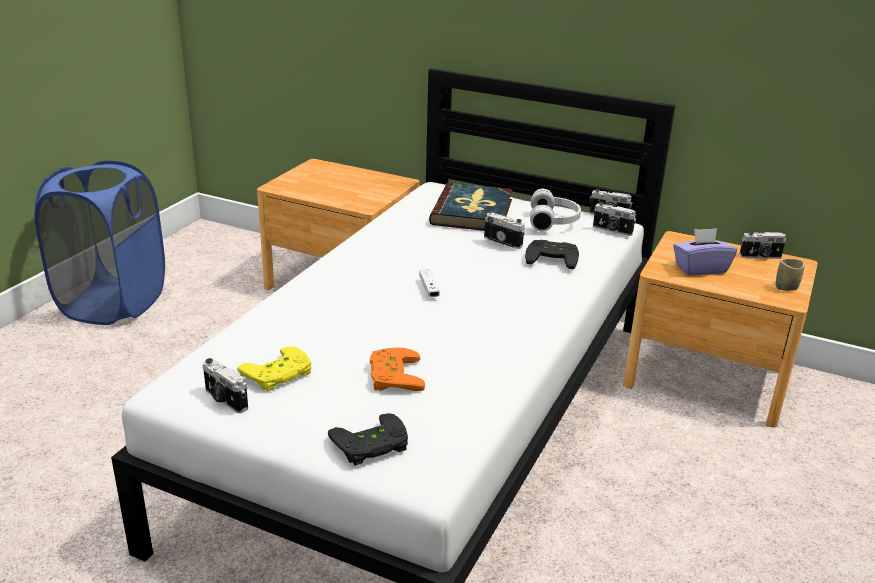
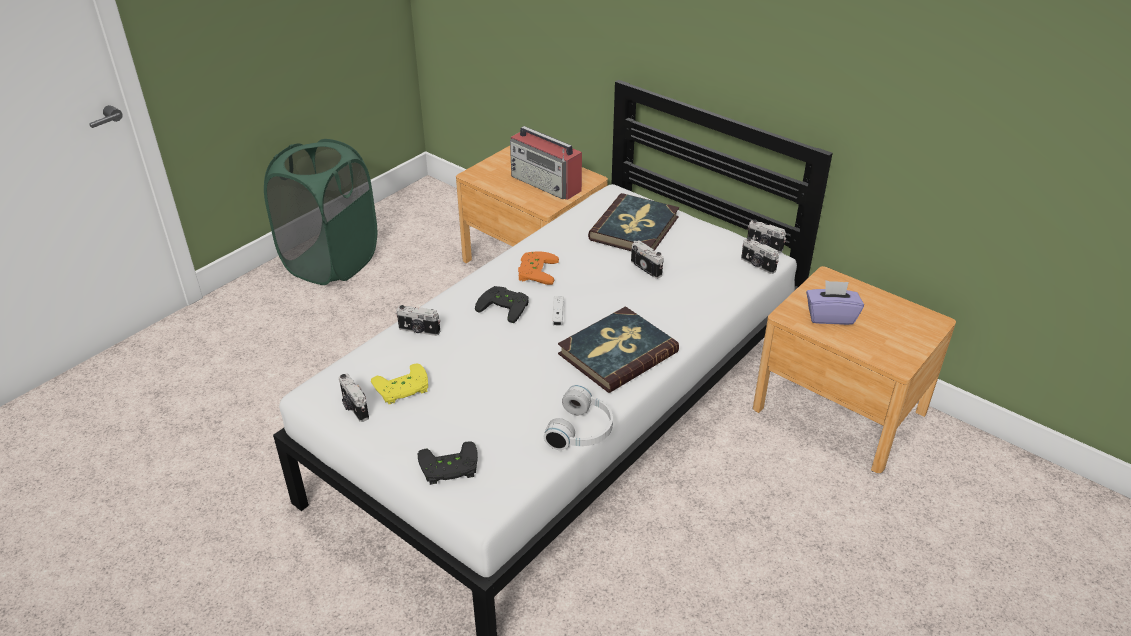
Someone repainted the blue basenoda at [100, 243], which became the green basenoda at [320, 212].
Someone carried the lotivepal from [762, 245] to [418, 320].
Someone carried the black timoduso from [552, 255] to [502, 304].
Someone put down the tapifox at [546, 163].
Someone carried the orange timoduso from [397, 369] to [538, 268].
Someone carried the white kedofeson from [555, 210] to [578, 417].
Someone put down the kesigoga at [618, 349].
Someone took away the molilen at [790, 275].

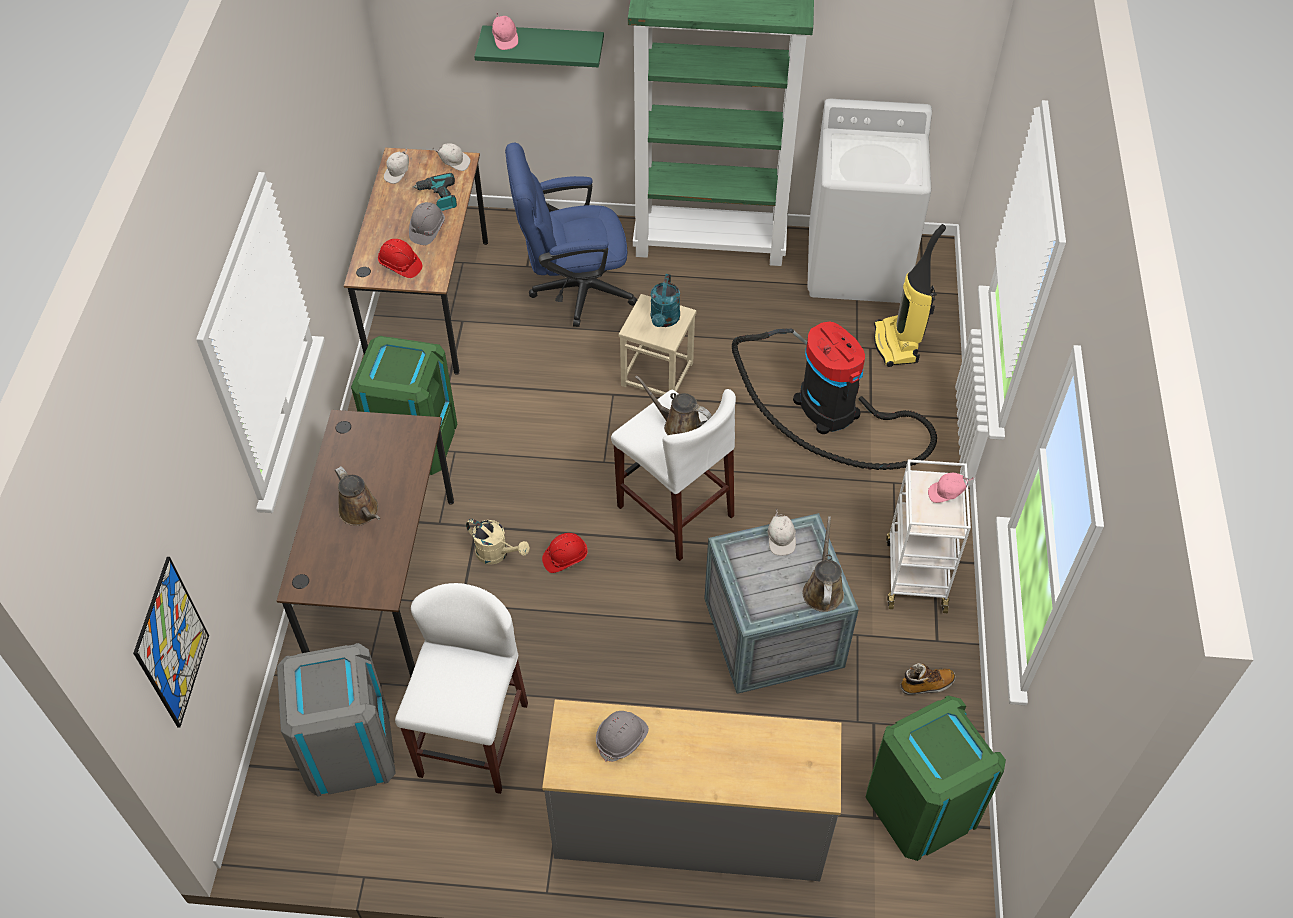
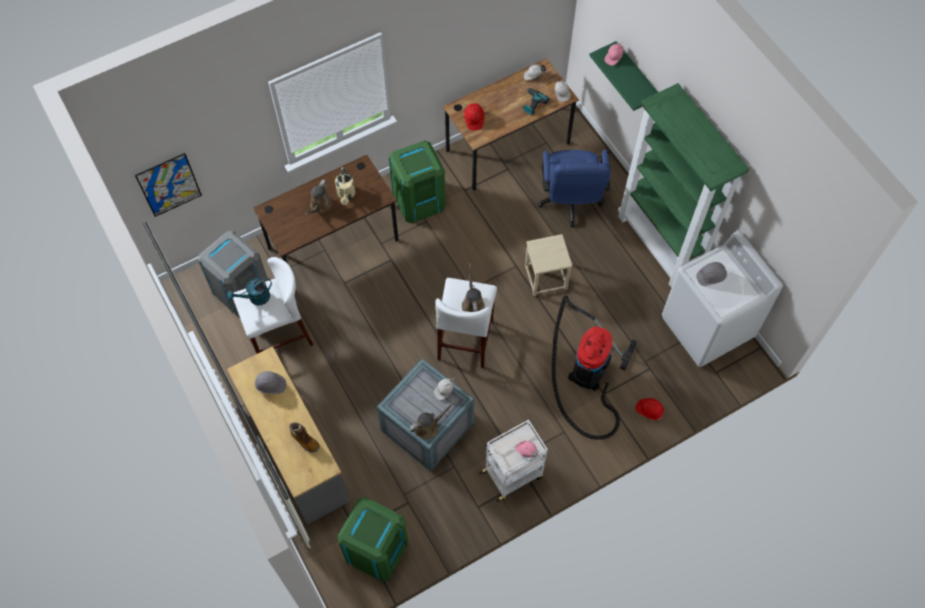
Someone carried the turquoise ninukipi from [665, 300] to [250, 291].
Someone carried the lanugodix from [927, 679] to [305, 437].
Someone carried the beige ninukipi from [498, 542] to [345, 186].
Someone rotated the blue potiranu at [571, 235] by 135 degrees counterclockwise.
Someone carried the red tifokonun from [565, 553] to [649, 409].
Someone carried the grey tifokonun from [427, 223] to [711, 274].
Someone took away the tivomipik at [910, 295].

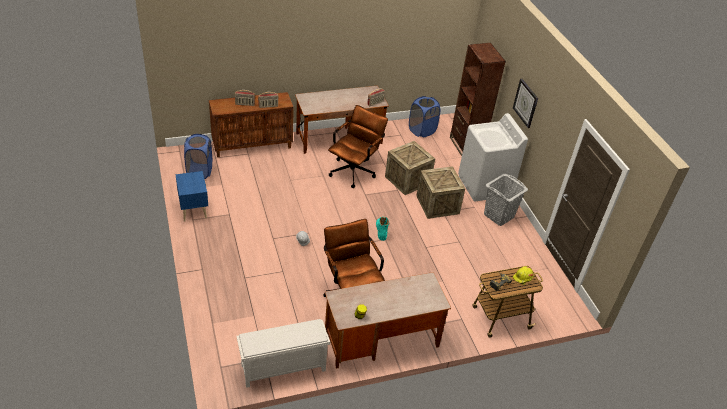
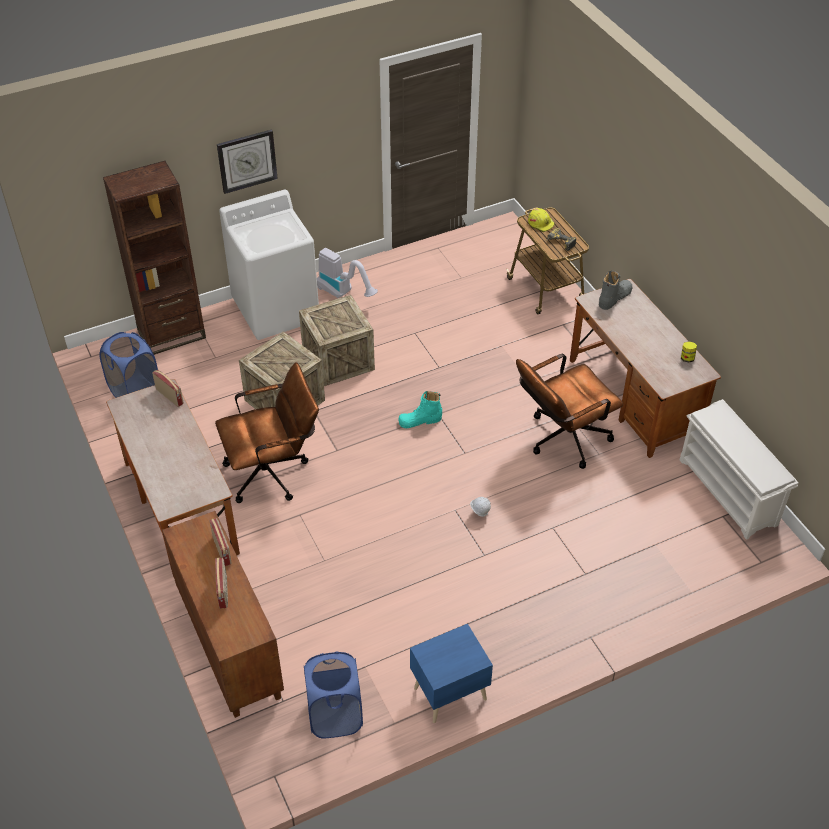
Someone rotated the brown potiranu at [358, 146] by 135 degrees clockwise.
Someone swapped the grey basenoda at [506, 200] for the tivomipik at [347, 273].
Someone put down the grey lanugodix at [615, 290].

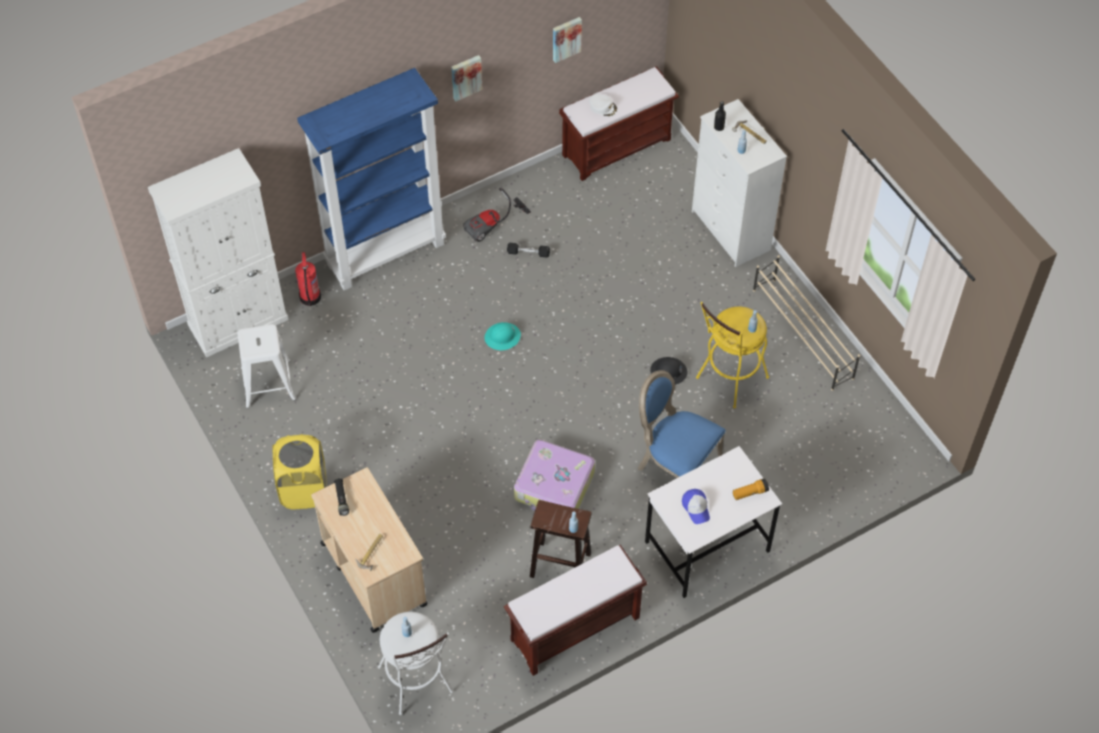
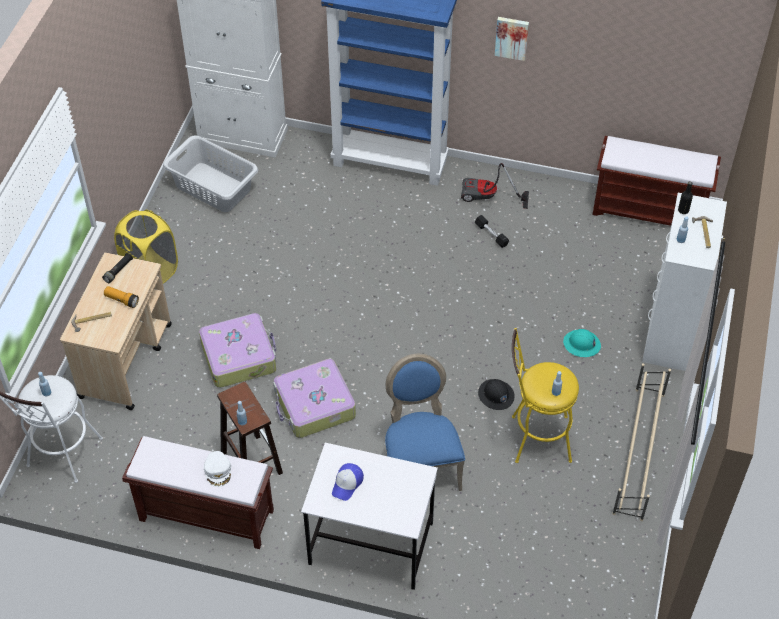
Someone carried the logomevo from [751, 489] to [121, 297].
Someone swapped the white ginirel at [266, 366] for the grey basenoda at [210, 174].
Someone put down the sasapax at [237, 350].
Someone carried the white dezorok from [603, 105] to [217, 469].
Someone carried the turquoise tifokonun from [502, 336] to [582, 343].
Someone took away the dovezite at [308, 279].
Someone took away the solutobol at [567, 40].

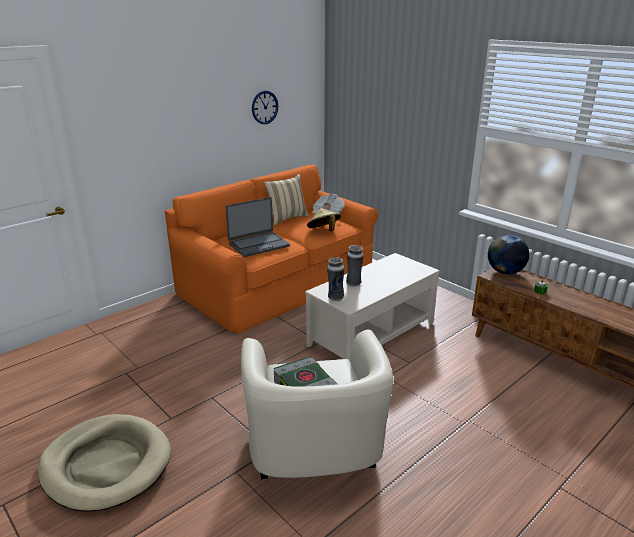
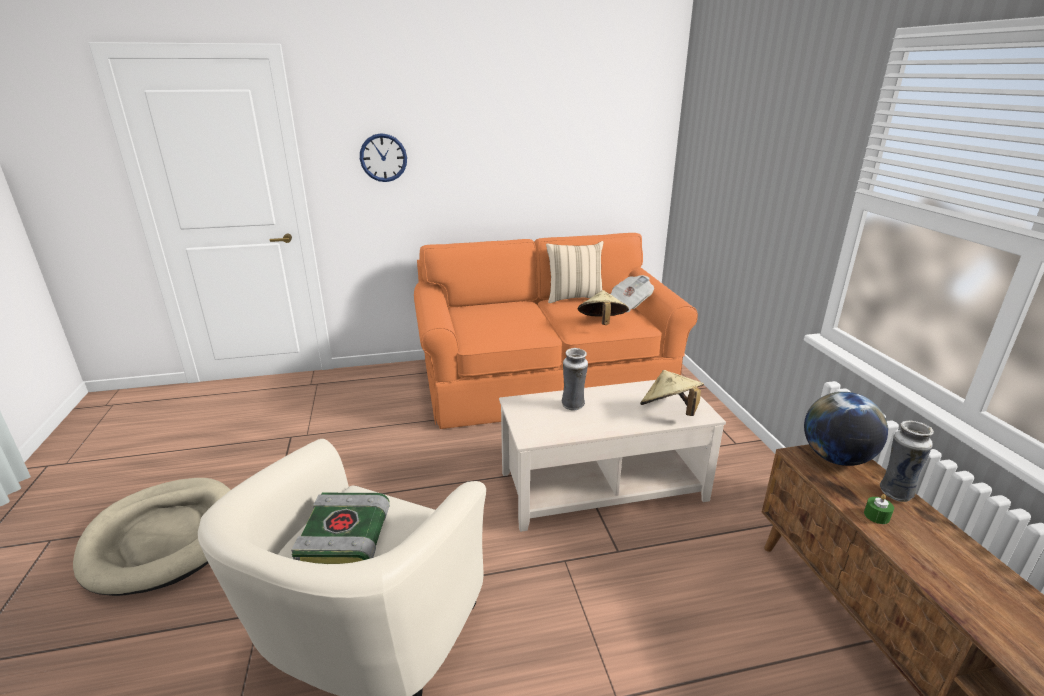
Someone carried the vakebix from [265, 107] to [383, 157].
Someone put down the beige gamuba at [672, 393].
Someone carried the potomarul from [335, 279] to [907, 461].
Someone took away the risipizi at [258, 227].

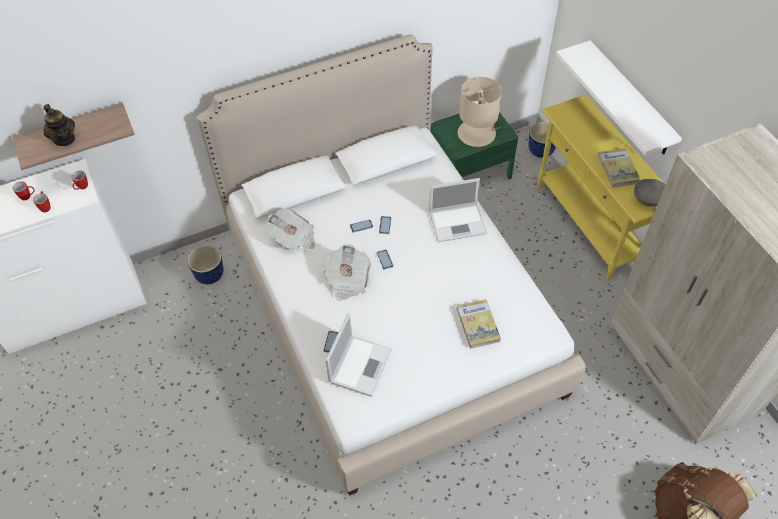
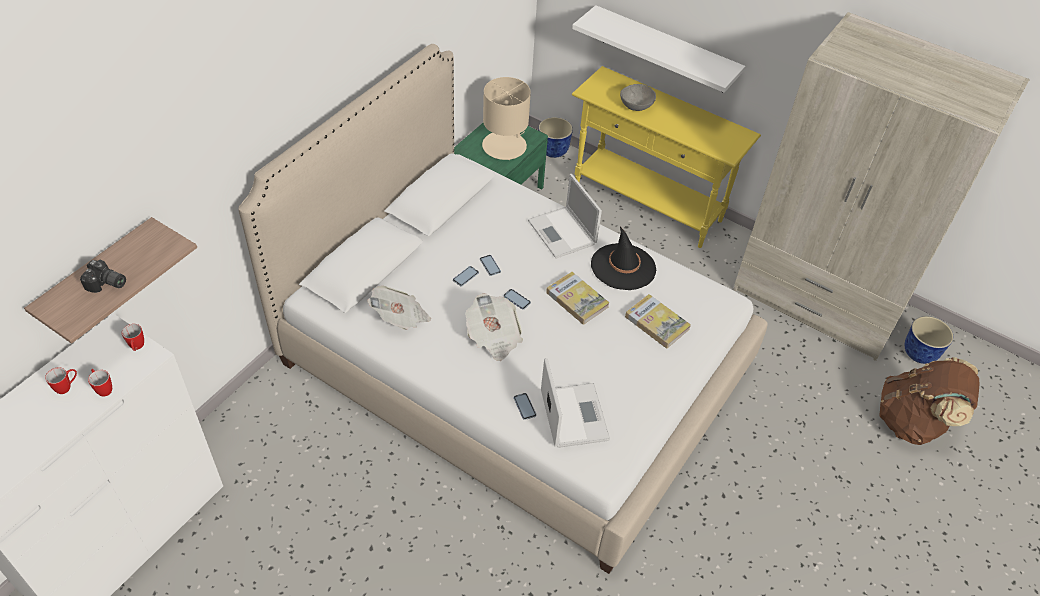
Someone swapped the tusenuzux at [59, 125] for the lotivepal at [103, 276].
Someone rotated the risipizi at [458, 210] by 105 degrees clockwise.
Someone carried the kesigoga from [619, 168] to [578, 298].
Someone put down the black gamuba at [623, 258].
Someone carried the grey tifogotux from [650, 192] to [638, 97].
Someone carried the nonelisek from [205, 264] to [929, 340].

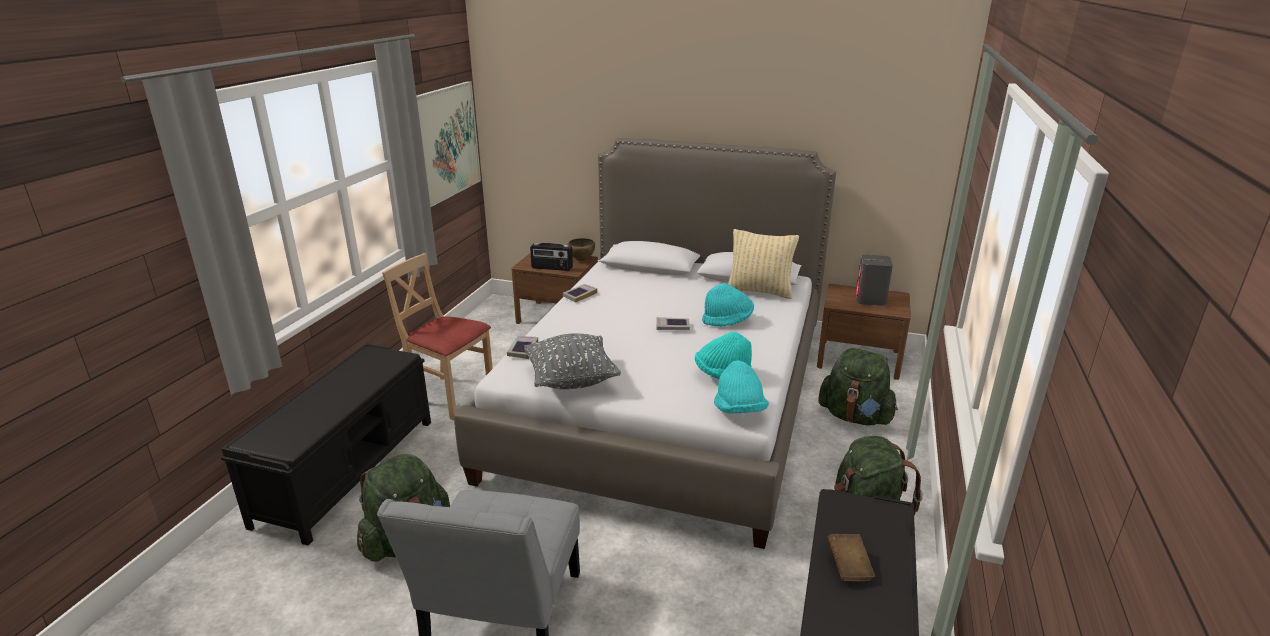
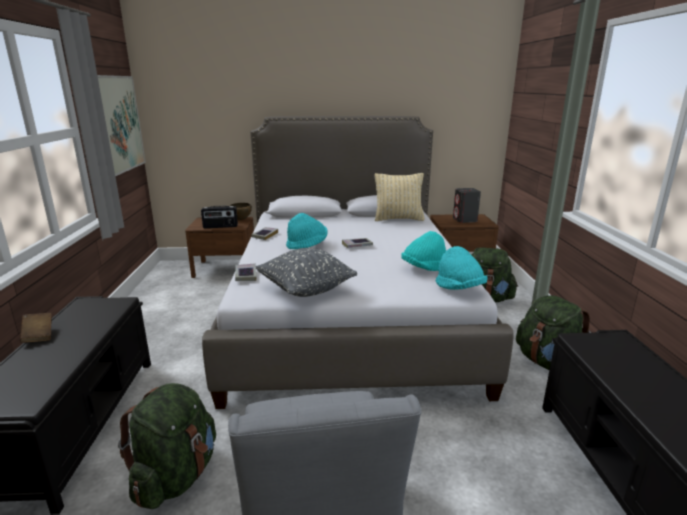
Someone carried the brown kesigoga from [851, 557] to [36, 328].
Someone carried the turquoise gamuba from [728, 304] to [307, 231].
Someone took away the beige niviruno at [437, 336].

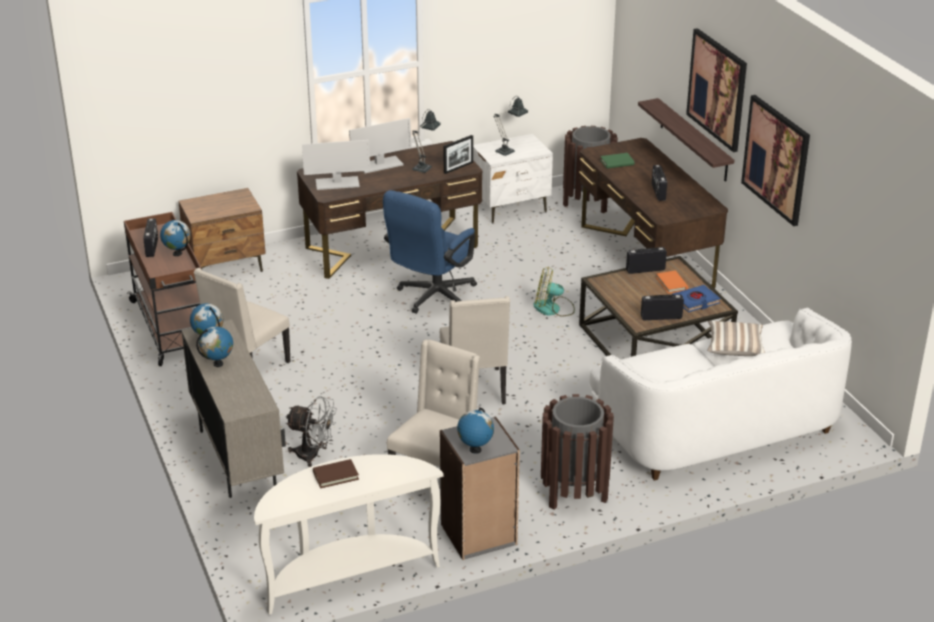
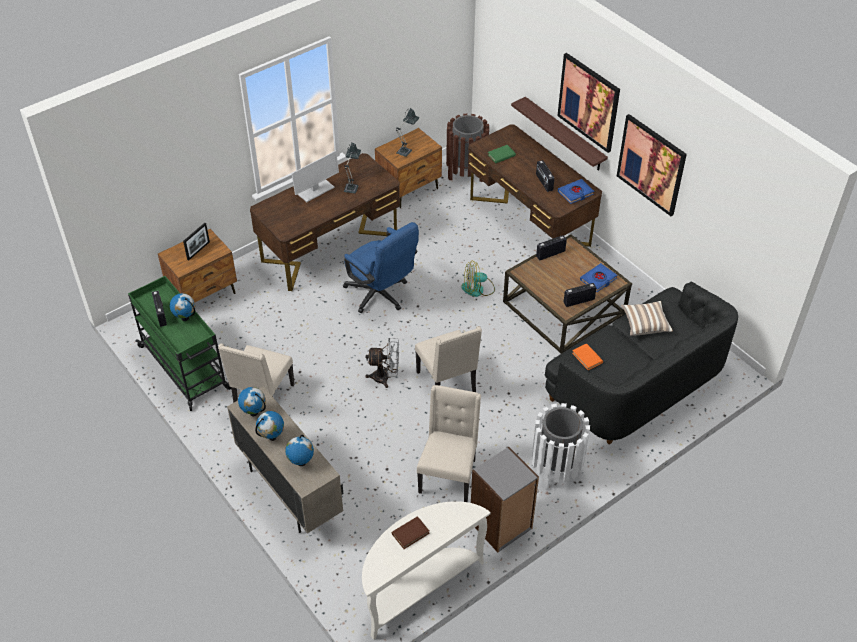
Someone repainted the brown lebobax at [163, 289], which became the green lebobax at [179, 343].
Someone carried the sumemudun from [458, 154] to [196, 241].
Someone carried the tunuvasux from [475, 430] to [299, 450].
Someone rotated the blue potiranu at [430, 252] by 60 degrees counterclockwise.
Someone carried the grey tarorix from [311, 431] to [382, 363].
Someone repainted the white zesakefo at [513, 178], which became the brown zesakefo at [408, 168].
Someone repainted the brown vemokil at [577, 452], which became the white vemokil at [560, 446].
Someone repainted the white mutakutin at [720, 394], which became the black mutakutin at [641, 363].
Someone put down the blue kesigoga at [576, 191].
Someone carried the orange kesigoga from [672, 282] to [587, 357].
Someone took away the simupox at [336, 165].

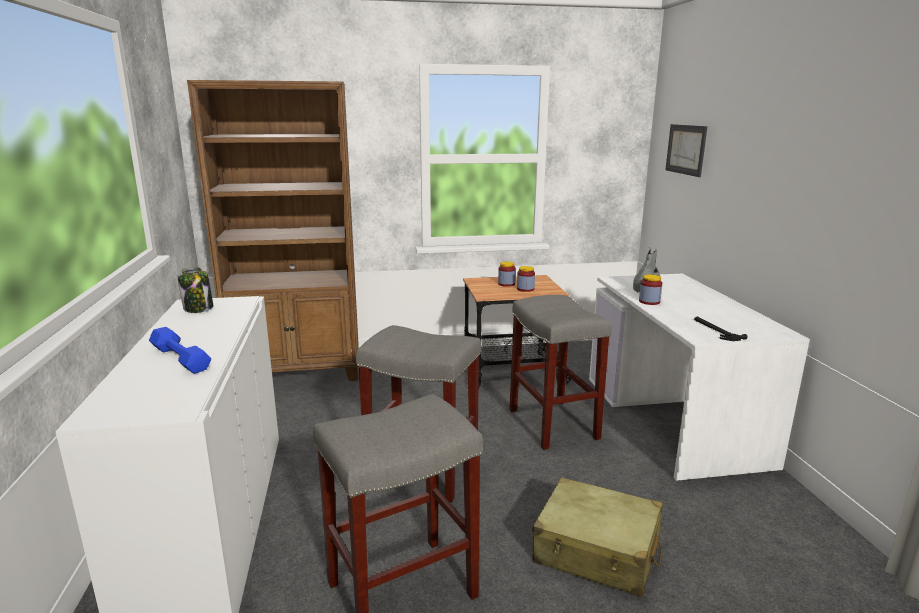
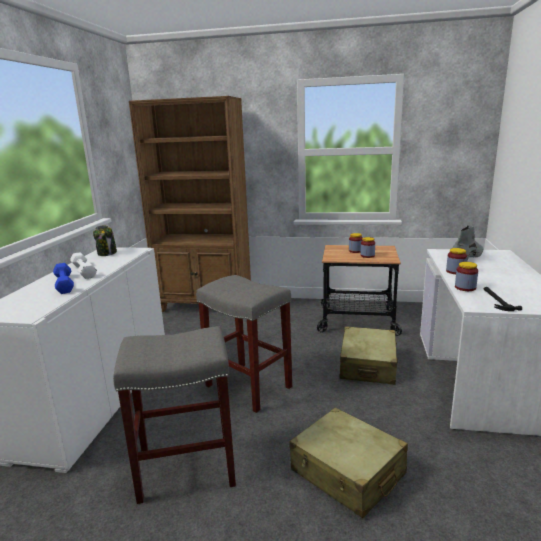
Someone put down the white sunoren at [83, 265].
Someone swapped the grey ginirel at [560, 372] for the beige sasapax at [369, 355].
Someone put down the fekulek at [466, 276].
Someone took away the solutobol at [687, 150].

